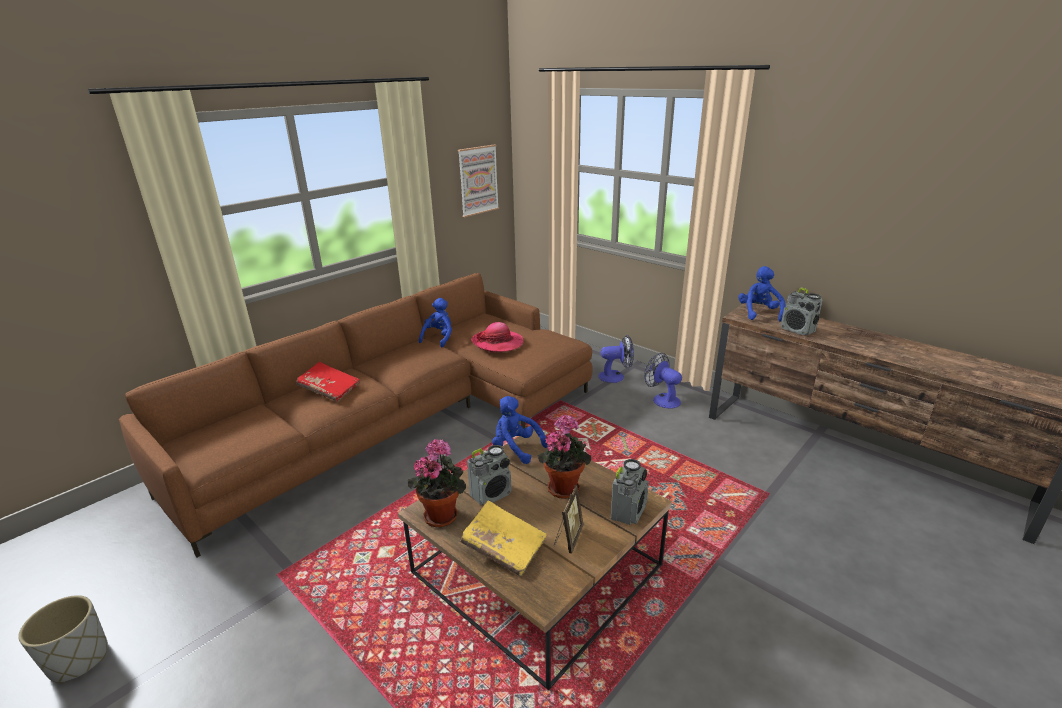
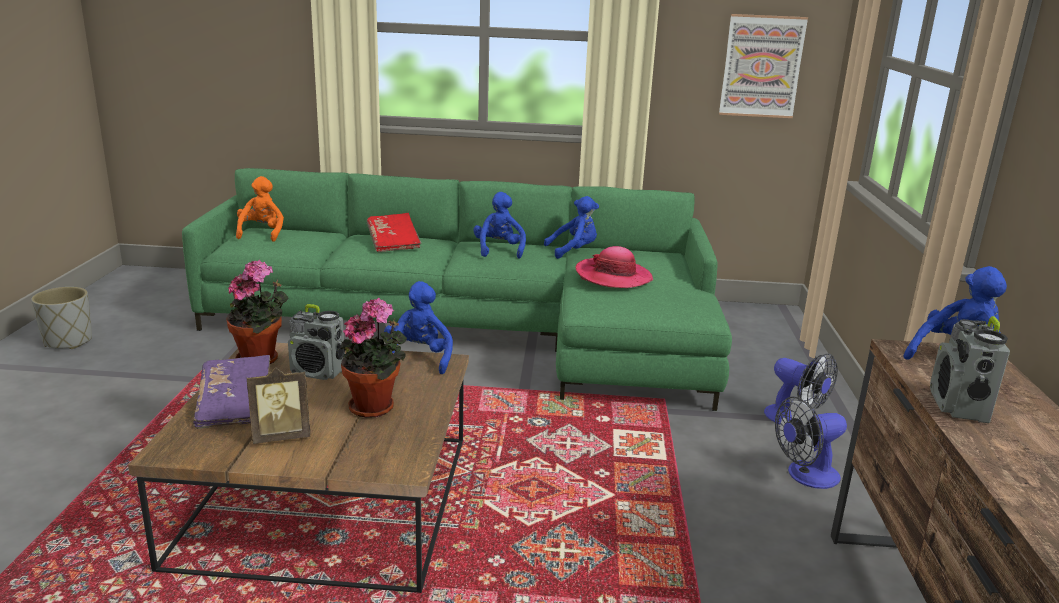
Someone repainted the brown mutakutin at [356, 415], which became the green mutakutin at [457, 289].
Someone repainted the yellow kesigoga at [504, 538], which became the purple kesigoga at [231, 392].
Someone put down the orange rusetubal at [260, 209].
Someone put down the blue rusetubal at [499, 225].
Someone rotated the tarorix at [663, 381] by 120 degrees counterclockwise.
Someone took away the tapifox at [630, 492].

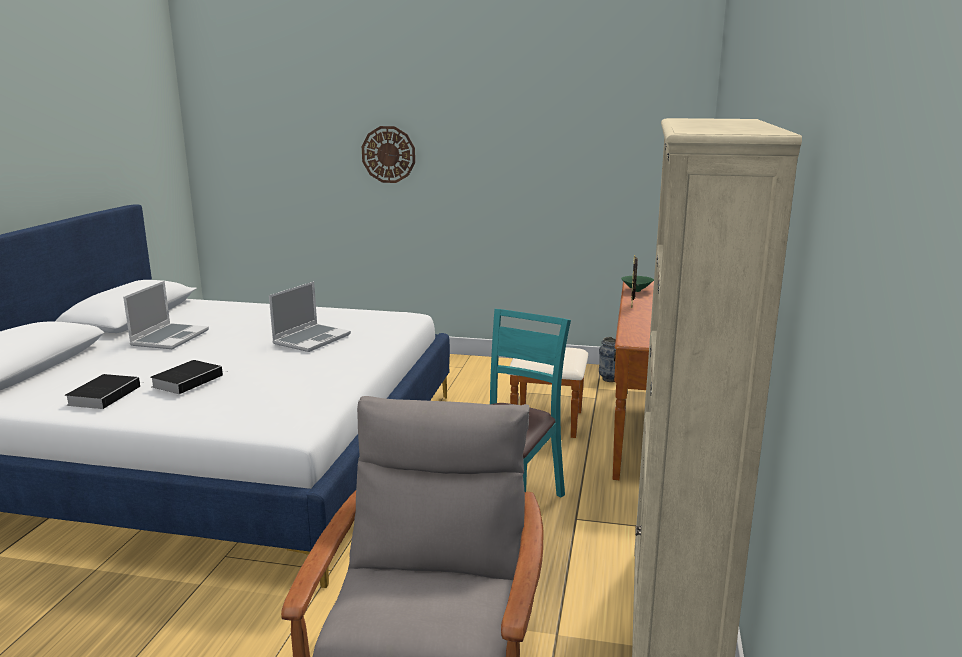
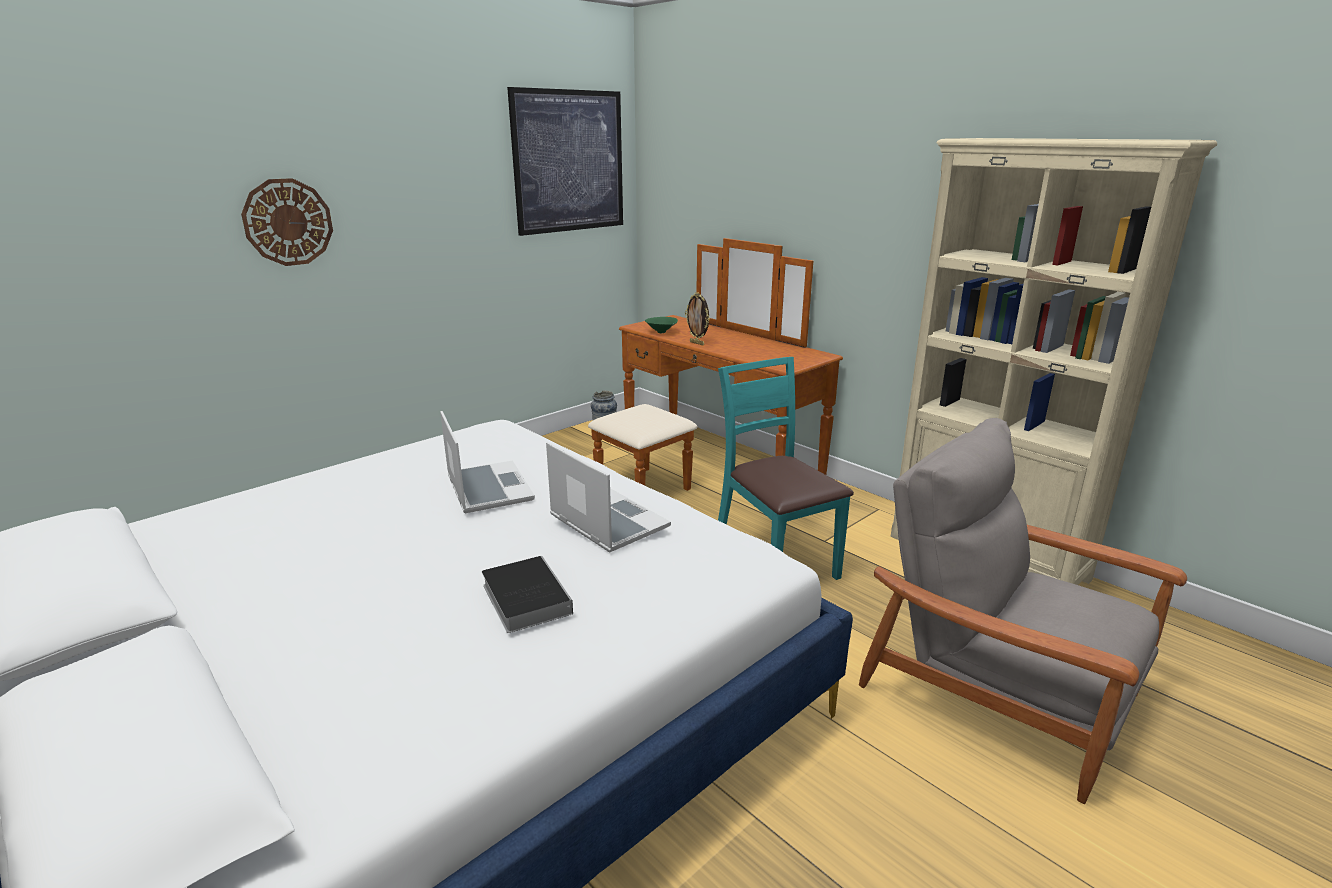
Someone put up the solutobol at [565, 161].
Someone carried the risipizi from [166, 315] to [608, 497].
Someone took away the kesigoga at [104, 391].

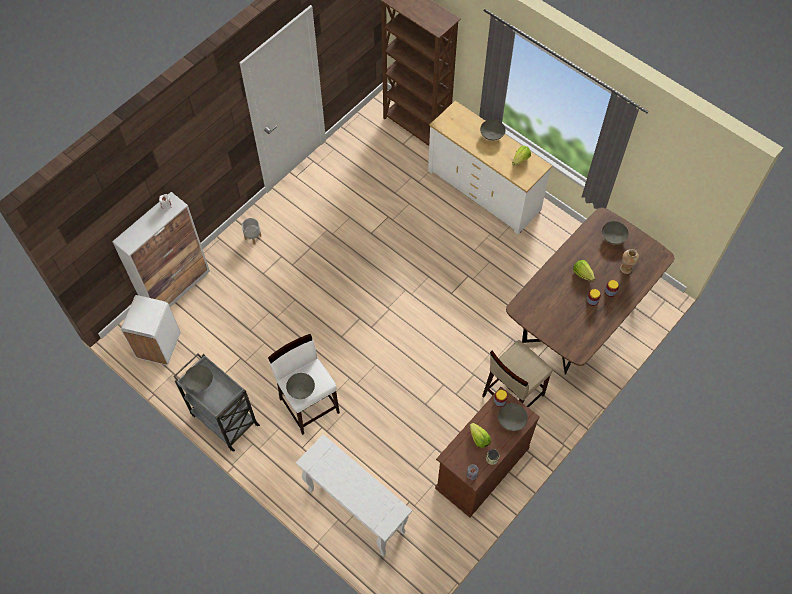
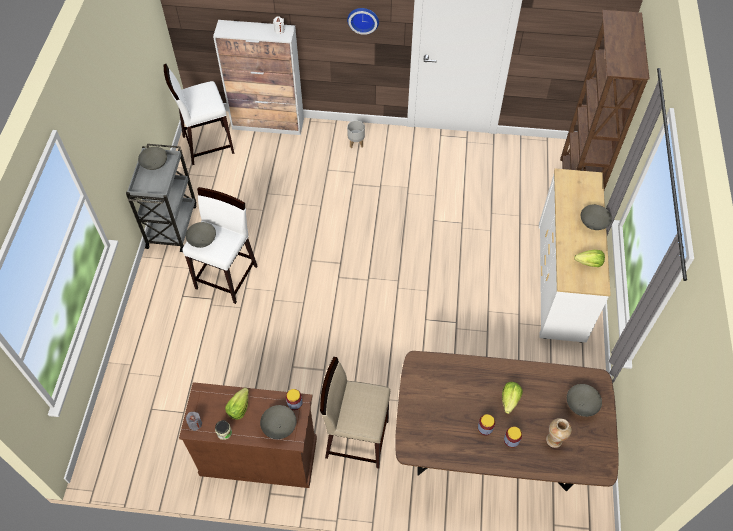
Someone swapped the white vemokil at [151, 330] for the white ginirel at [199, 114].
Someone put up the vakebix at [363, 21].
Someone took away the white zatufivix at [354, 495].

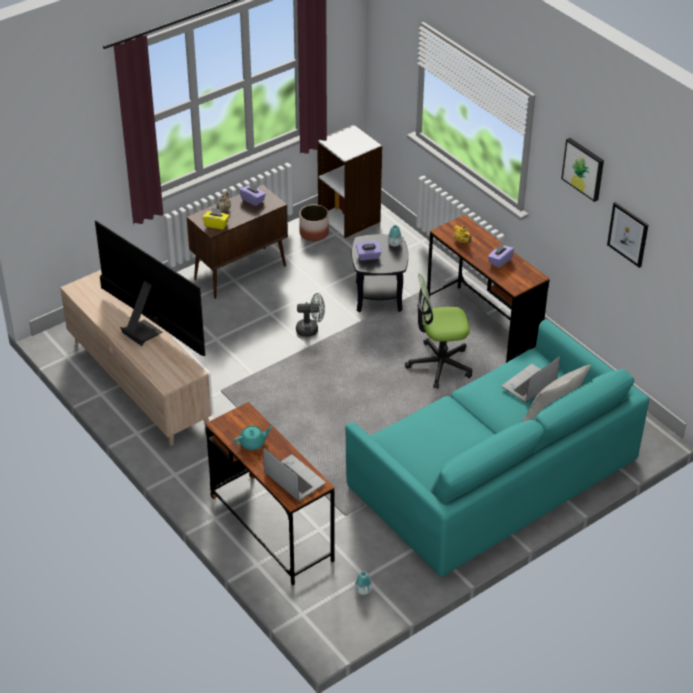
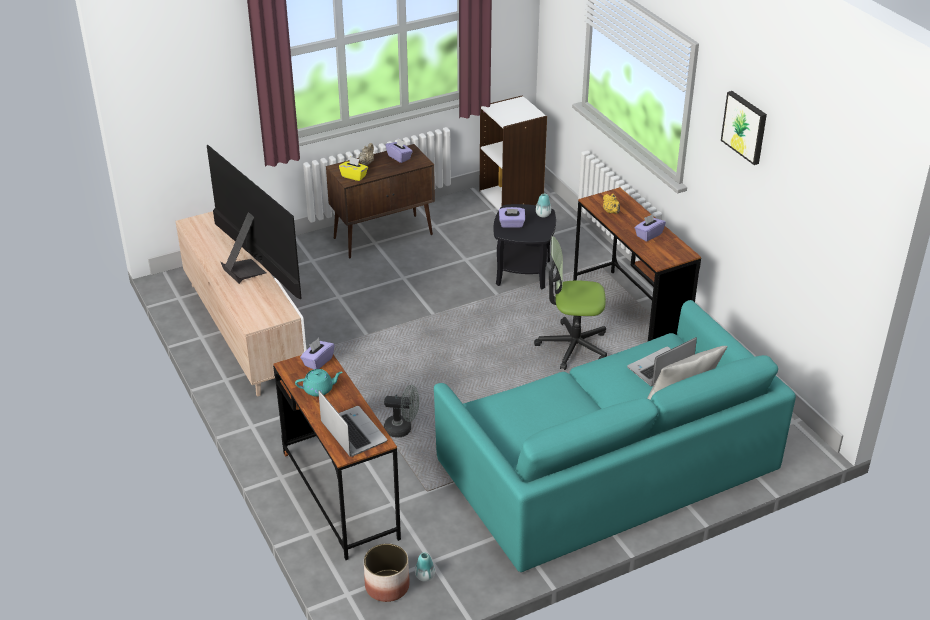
Someone put down the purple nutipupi at [317, 354].
Someone carried the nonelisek from [314, 222] to [387, 572].
Someone carried the grey tarorix from [310, 315] to [401, 411].
Someone took away the solutobol at [627, 235].

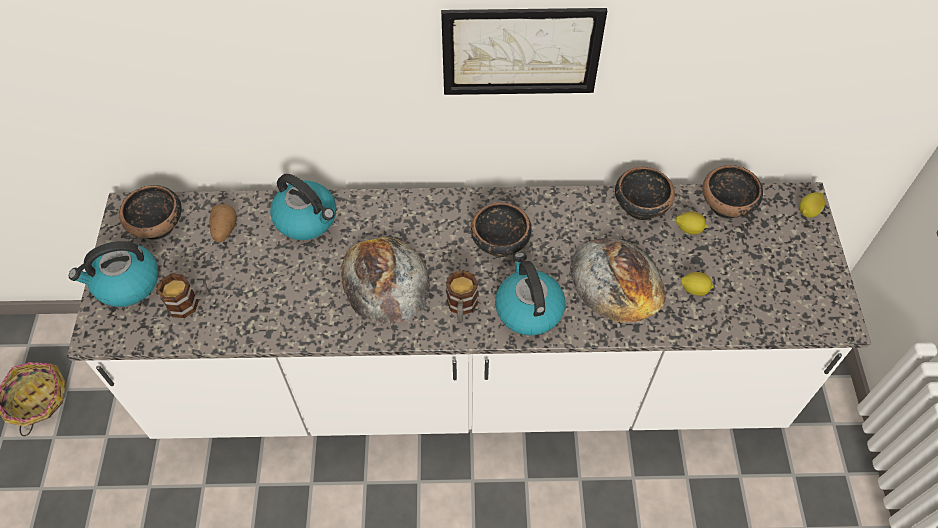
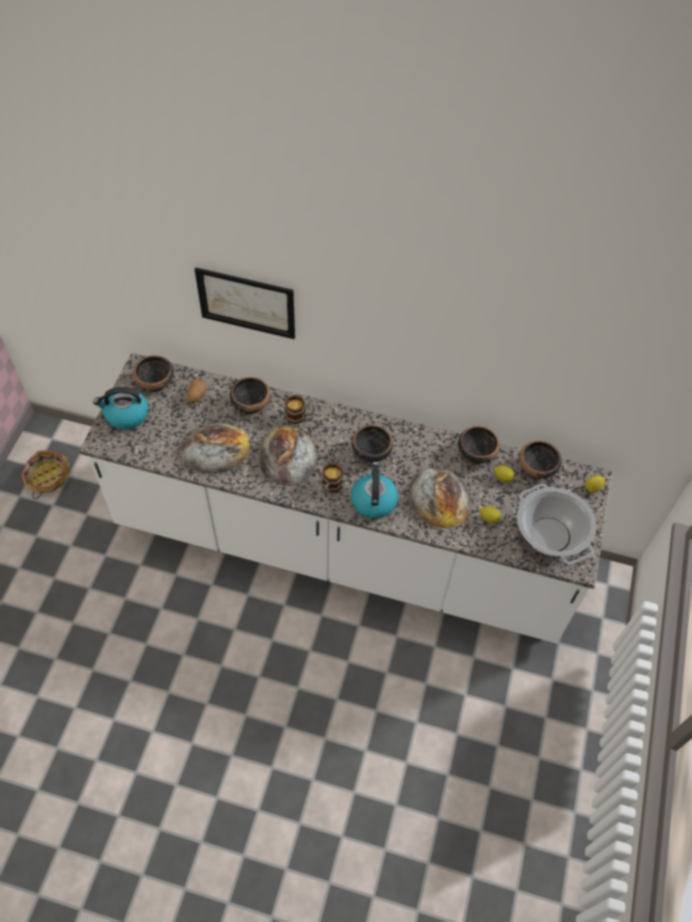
Someone put down the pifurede at [215, 448].
Someone carried the solutobol from [524, 51] to [244, 303].
Someone swapped the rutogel at [303, 207] for the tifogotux at [250, 395].
Someone carried the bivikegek from [182, 296] to [300, 410].
Someone put down the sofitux at [556, 524].

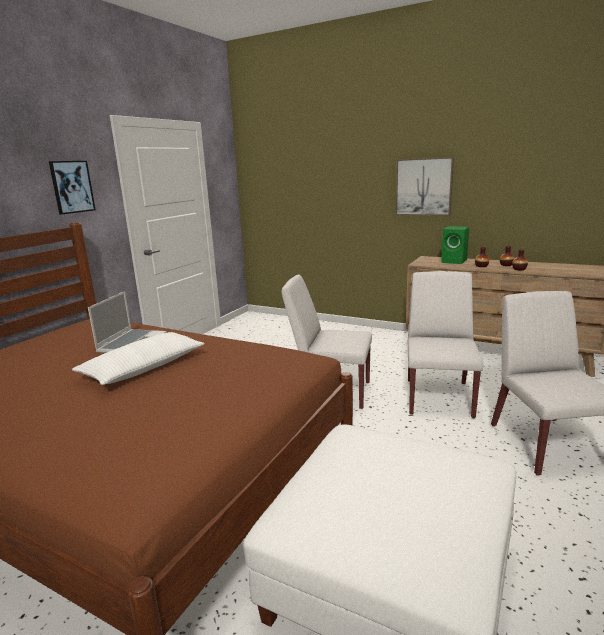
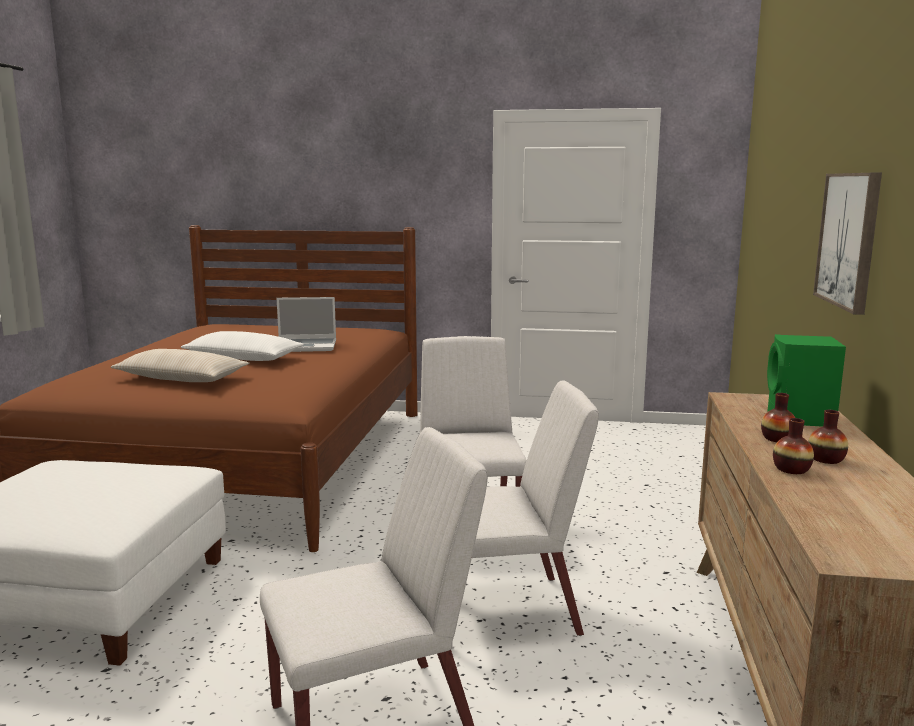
Someone put down the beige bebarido at [180, 365].
Someone took away the solutobol at [72, 187].

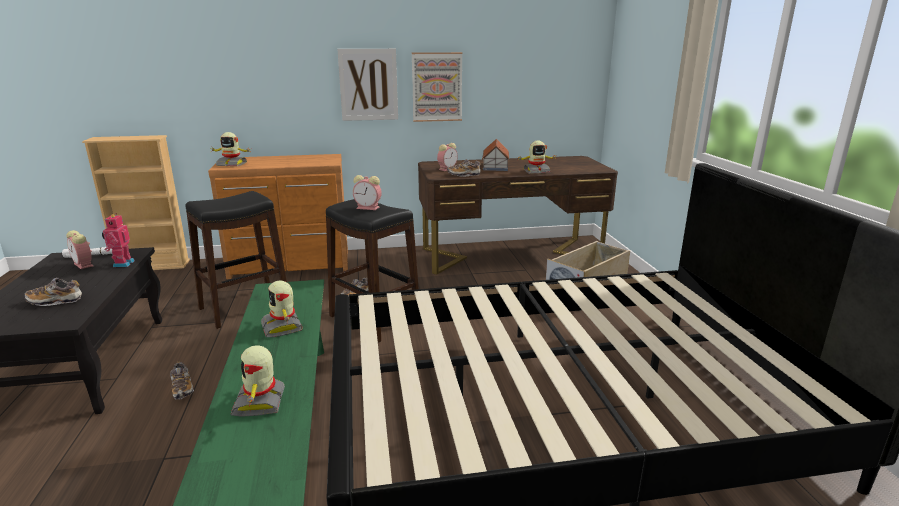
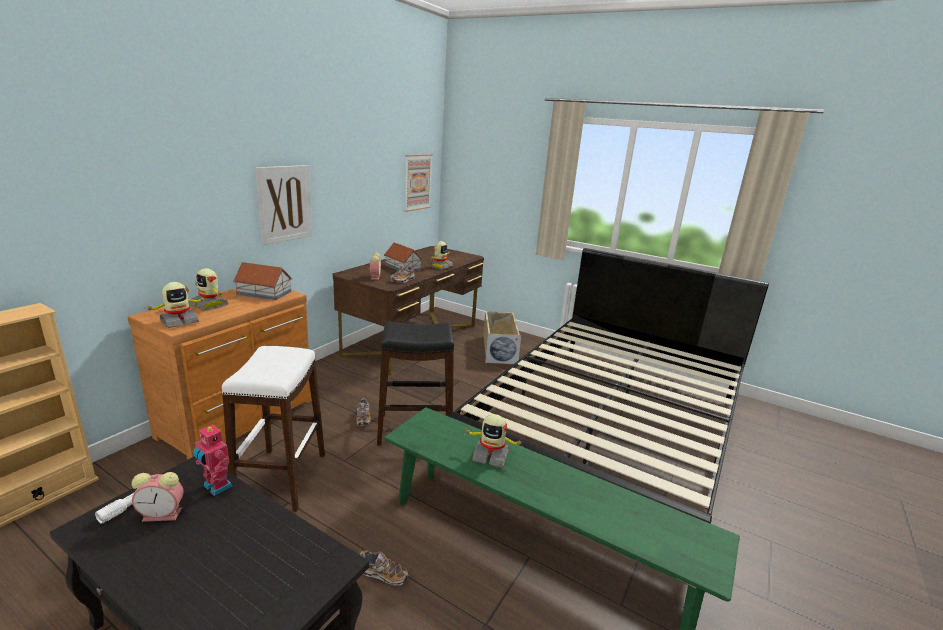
Someone carried the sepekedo from [257, 381] to [208, 289].
Someone repainted the black ginirel at [236, 260], which became the white ginirel at [273, 429].
Someone put down the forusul at [262, 281].
Someone carried the solutobol from [437, 87] to [418, 183].
Someone took away the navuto at [53, 292].
Someone took away the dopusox at [367, 192].

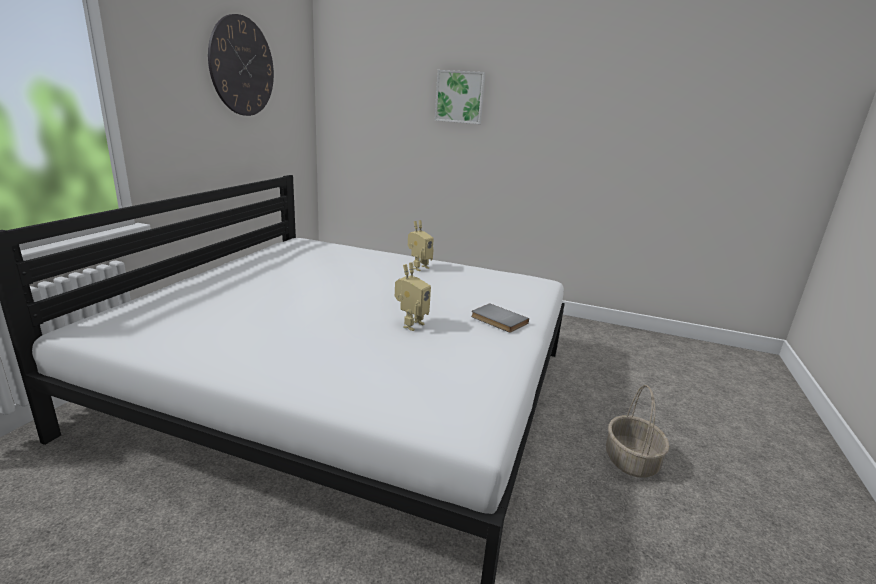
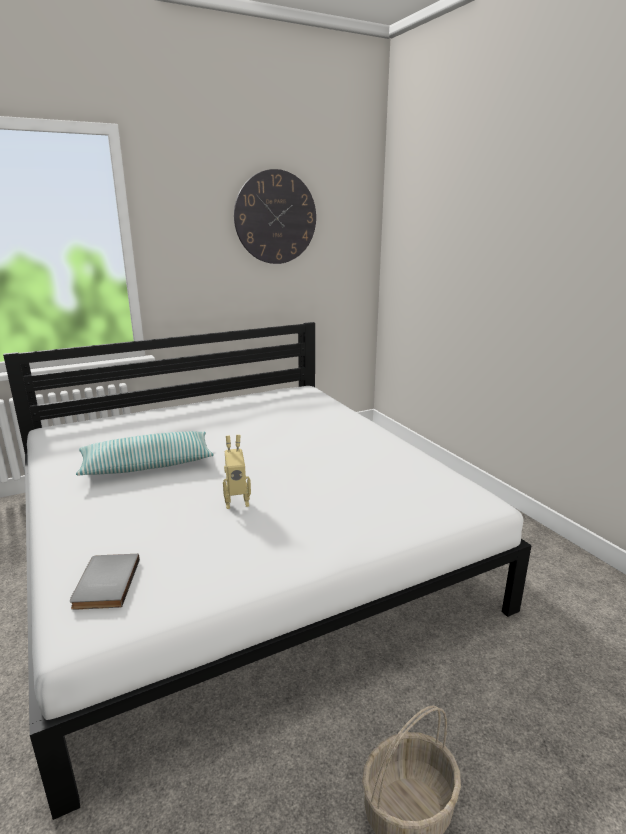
Someone carried the grey kesigoga from [500, 317] to [105, 582].
Someone put down the bebarido at [145, 453].
Someone took away the sepekedo at [421, 245].
Someone took away the solutobol at [460, 97].

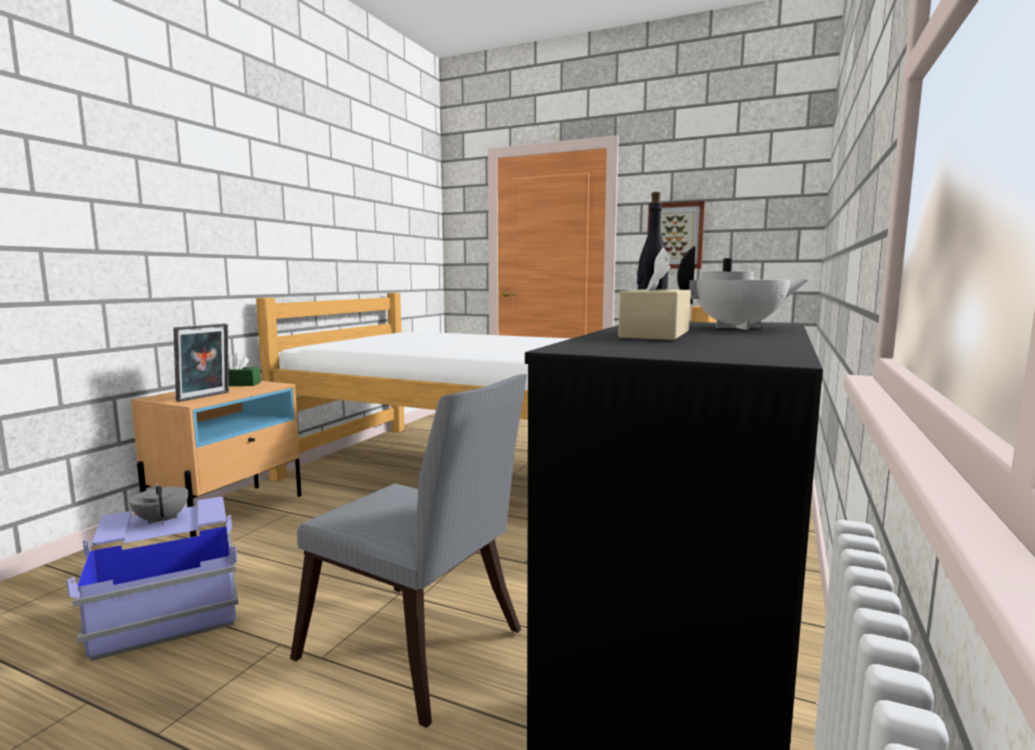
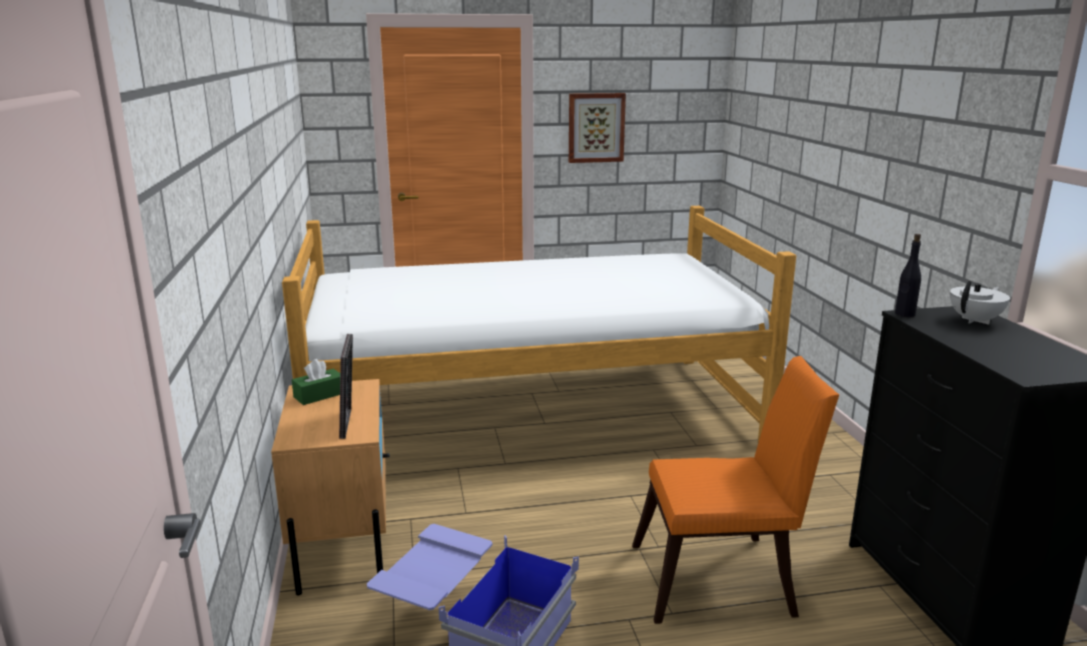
Someone repainted the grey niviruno at [408, 551], which became the orange niviruno at [735, 490].
Someone took away the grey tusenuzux at [158, 504].
Someone took away the beige nutipupi at [654, 294].

